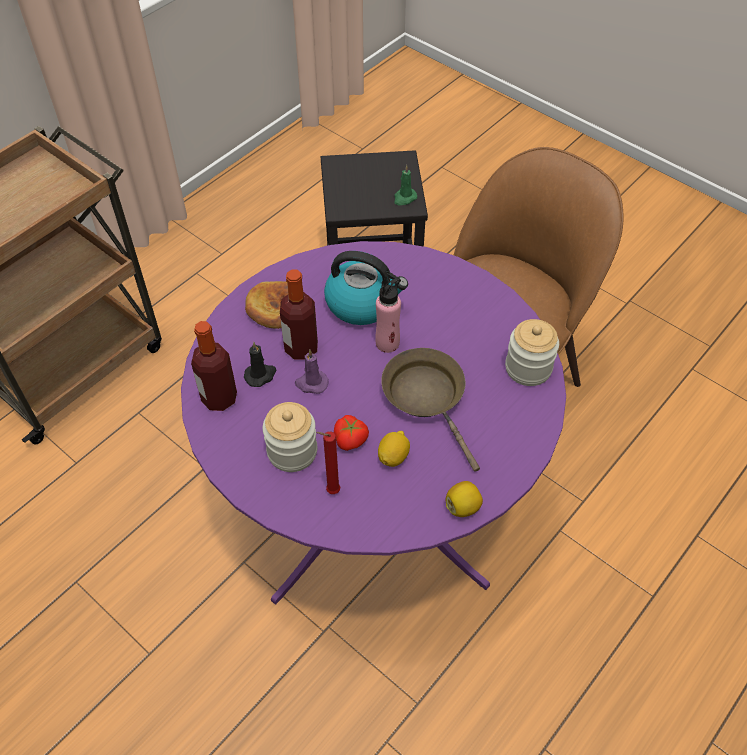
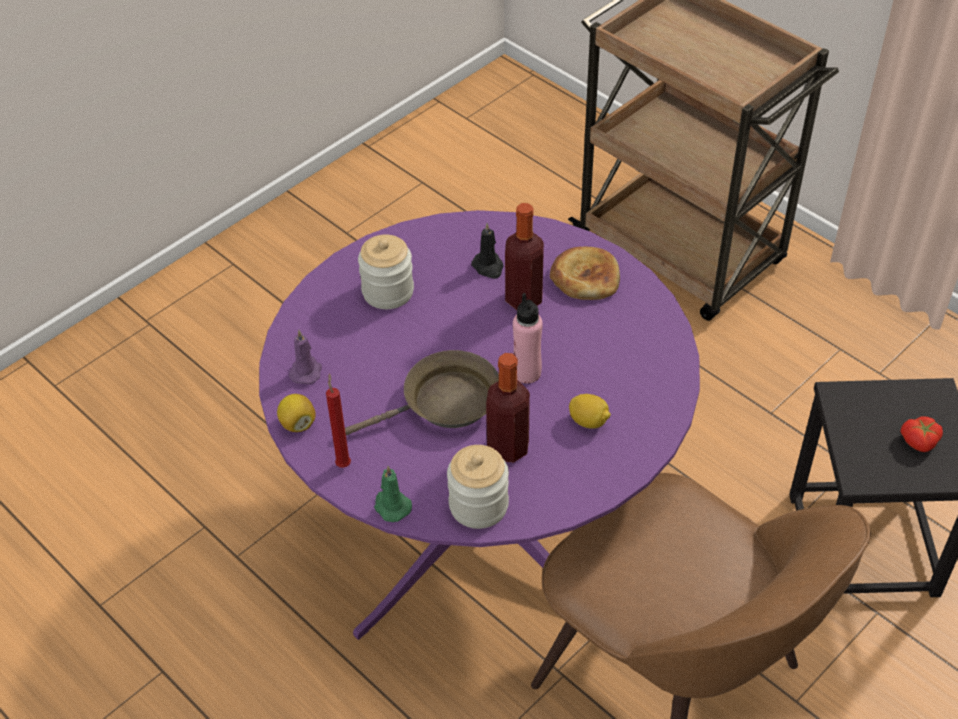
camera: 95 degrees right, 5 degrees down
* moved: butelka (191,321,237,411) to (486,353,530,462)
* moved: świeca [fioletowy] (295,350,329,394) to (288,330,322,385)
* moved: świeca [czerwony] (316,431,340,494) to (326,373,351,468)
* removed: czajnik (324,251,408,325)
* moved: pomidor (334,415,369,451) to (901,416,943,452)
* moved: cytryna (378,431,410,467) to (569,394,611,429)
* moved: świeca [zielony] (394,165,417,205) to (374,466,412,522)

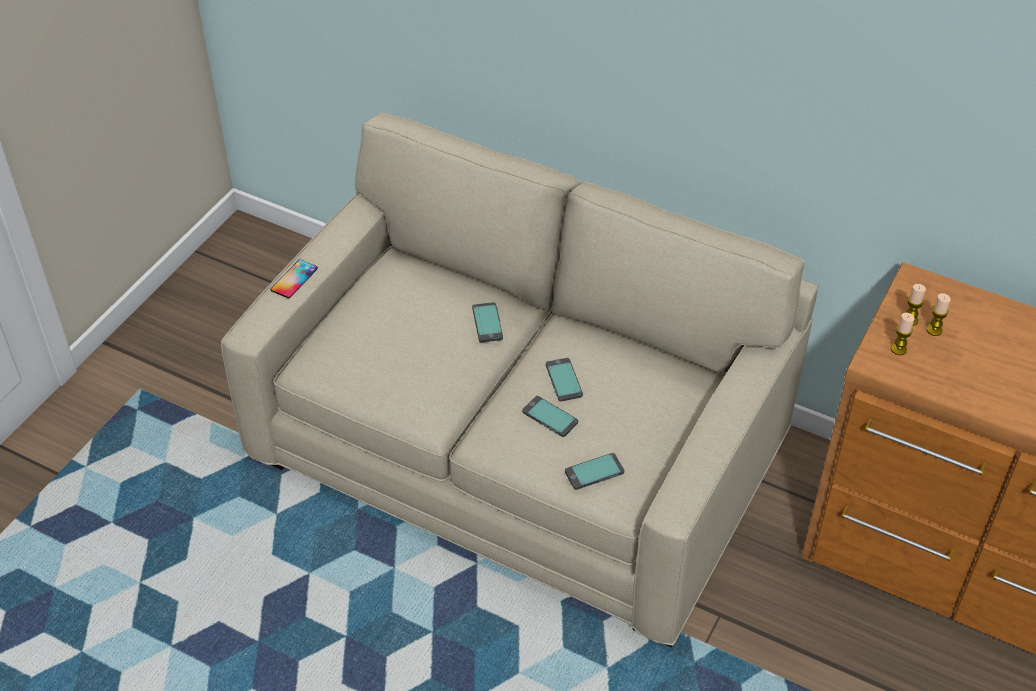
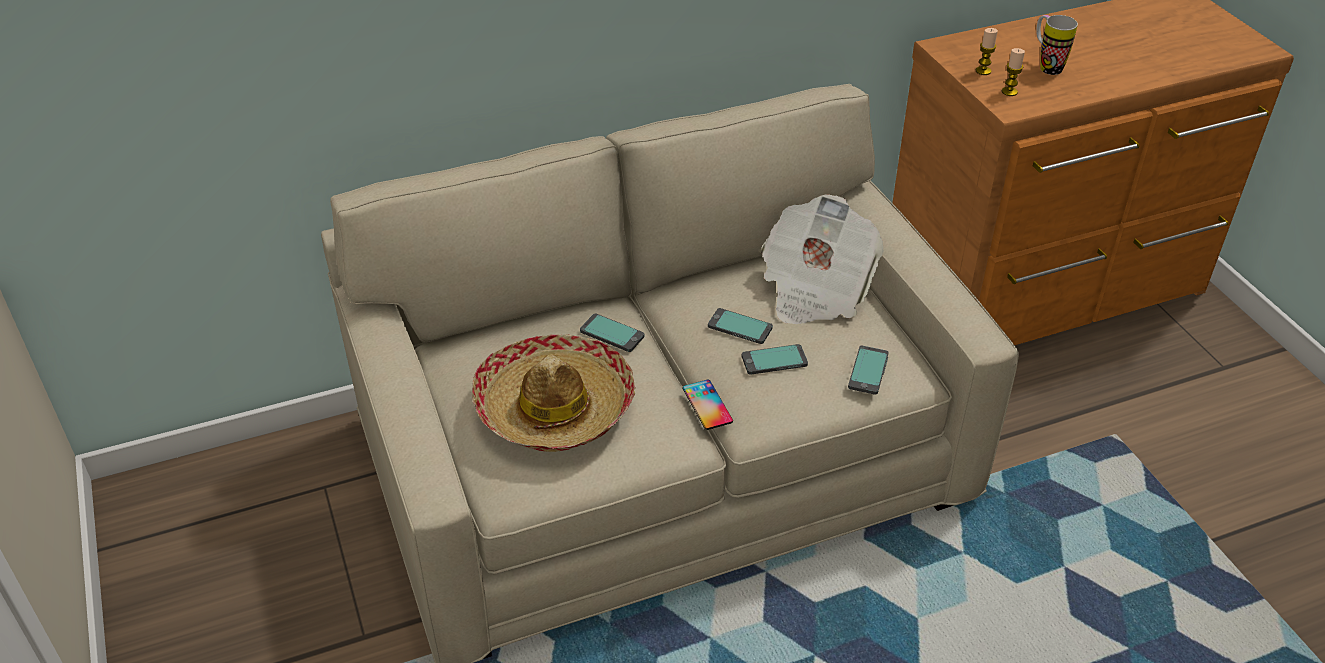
camera: 50 degrees left, 5 degrees down
* moved: telefon (270,259,318,298) to (683,380,733,430)
* removed: świeca (926,293,951,336)
* added: kapelusz (472,334,635,452)
* added: gazeta (761,195,884,324)
* added: kubek (1036,15,1078,75)

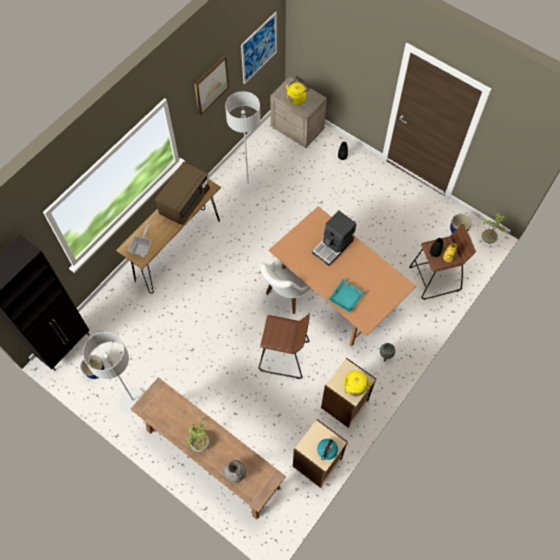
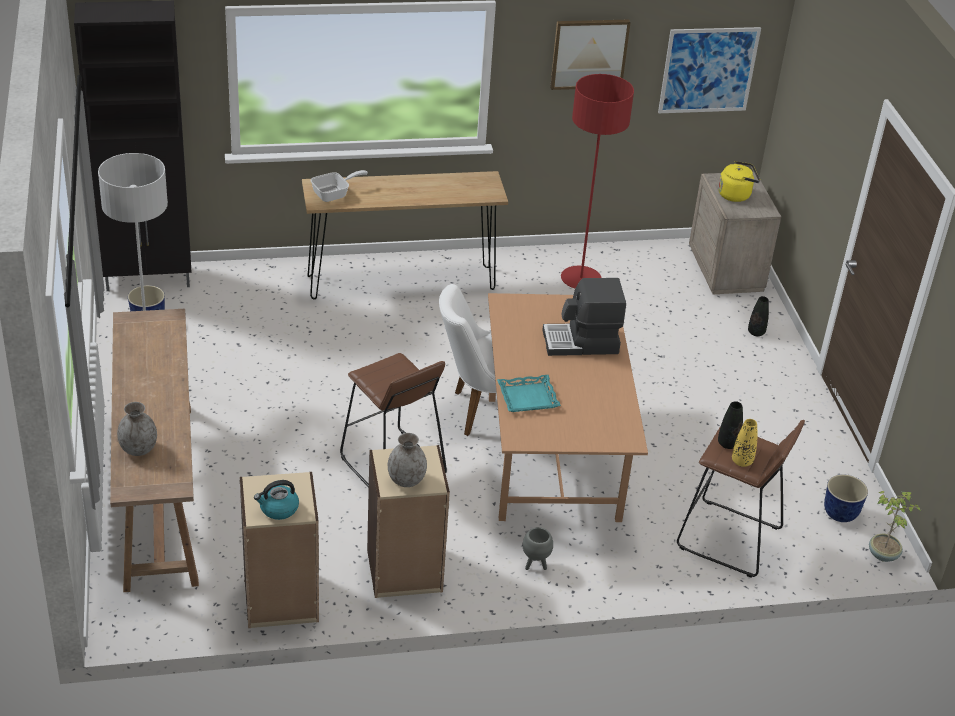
camera: 40 degrees right, 25 degrees down
* removed: mikrofalówka [brązowy] (155,162,210,225)
* removed: roślina doniczkowa (186,418,210,452)
* recoloured: lampa stojąca [szary] (225,91,261,193) to lampa stojąca [czerwony] (561,74,634,288)
* replaced: czajnik [żółty] (344,371,374,396) to wazon [szary] (388,433,427,487)

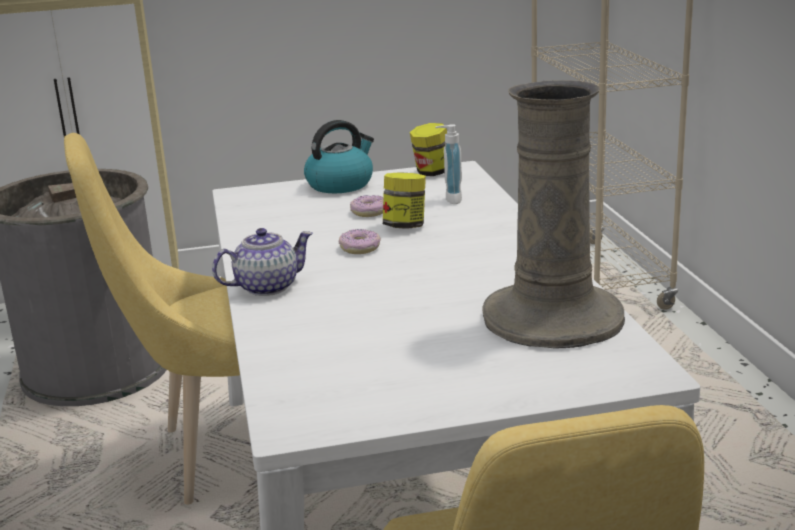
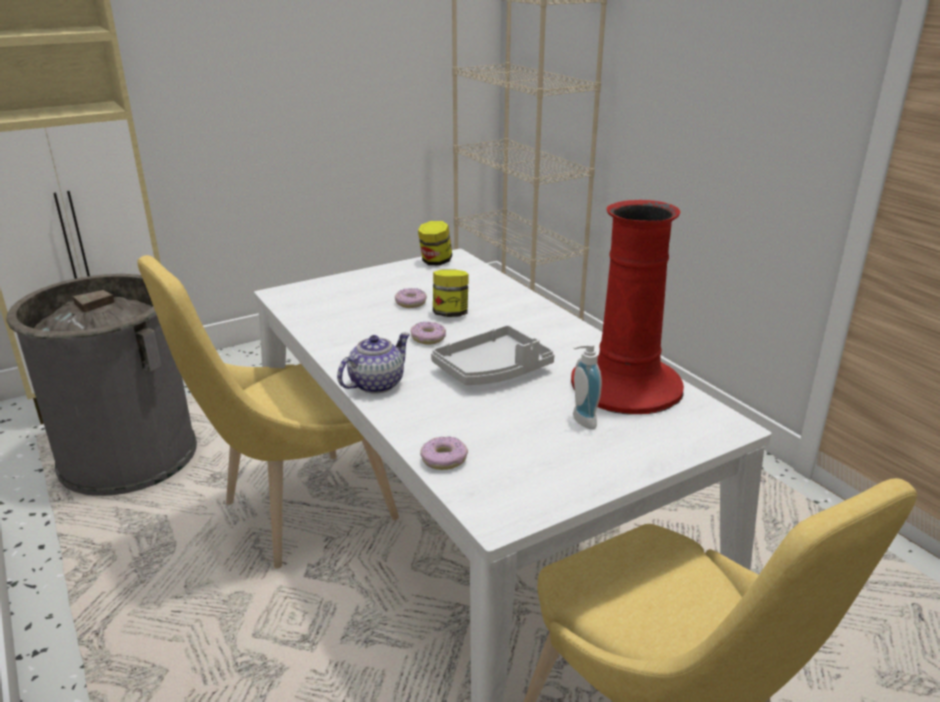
camera: 20 degrees left, 5 degrees up
* removed: czajnik (304,120,374,193)
* moved: dozownik mydła (435,124,462,204) to (573,342,602,429)
* recoloured: wazon [beżowy] (482,80,625,349) to wazon [czerwony] (571,200,684,415)
* added: donut (420,436,468,470)
* added: taca [szary] (431,325,555,385)

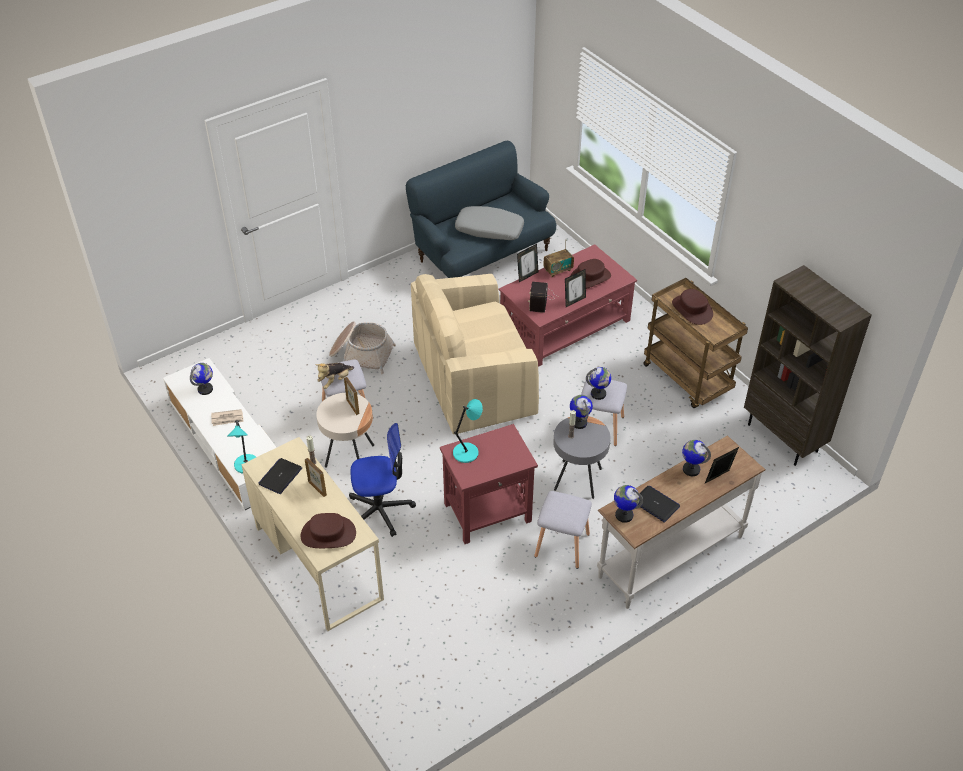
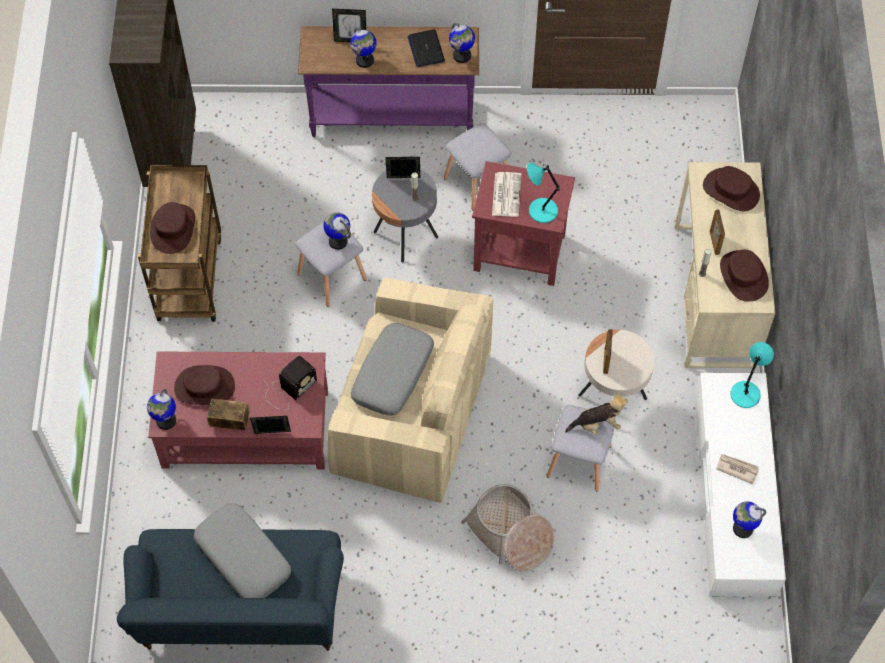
camera: 145 degrees left, 15 degrees up
* replaced: laptop (258,458,302,494) to kapelusz [brązowy] (720,250,769,302)
* removed: krzesło biurowe (349,423,416,537)
* moved: ramka na zdjęcie (565,269,586,307) to (386,157,420,178)
* moved: globus (570,395,593,429) to (147,389,176,430)
* recoloured: stolik konsolowy [biały] (597,436,765,609) to stolik konsolowy [fioletowy] (298,26,479,137)
* added: poduszka [szary] (351,323,434,416)
* added: gazeta (492,172,522,217)

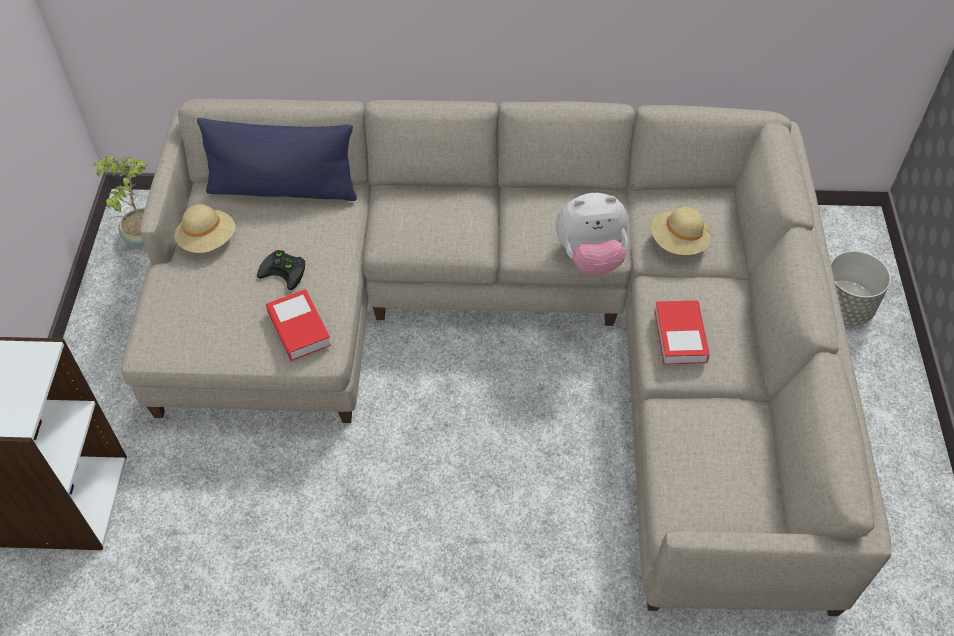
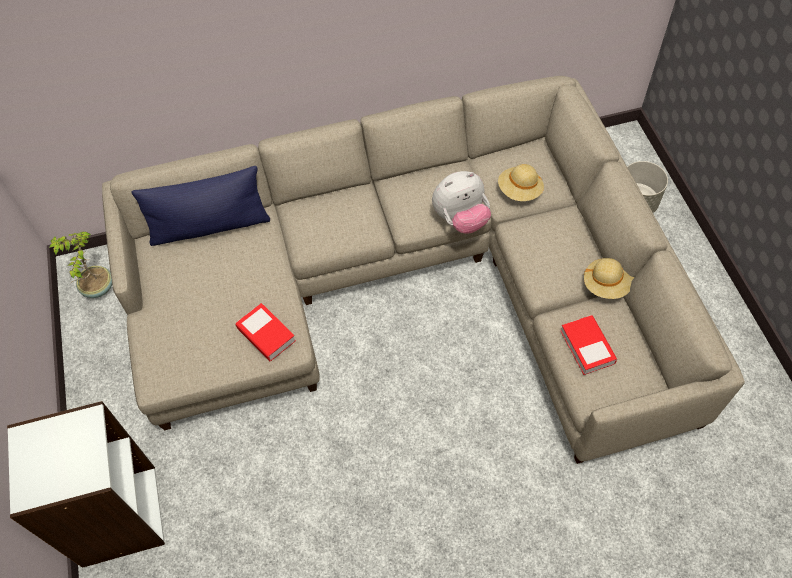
camera: 15 degrees left, 5 degrees up
* moved: kapelusz [beżowy] (174,204,235,253) to (583,258,634,299)
* removed: pad do gier [czarny] (257,250,305,290)
* moved: książka (654,300,710,365) to (560,315,617,375)

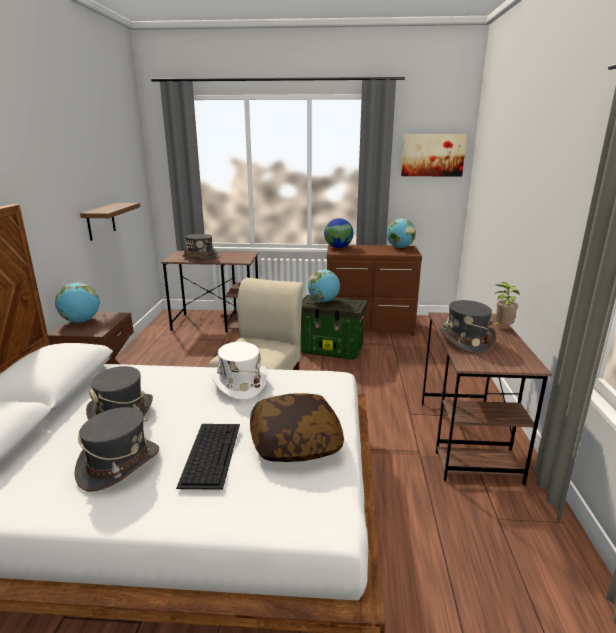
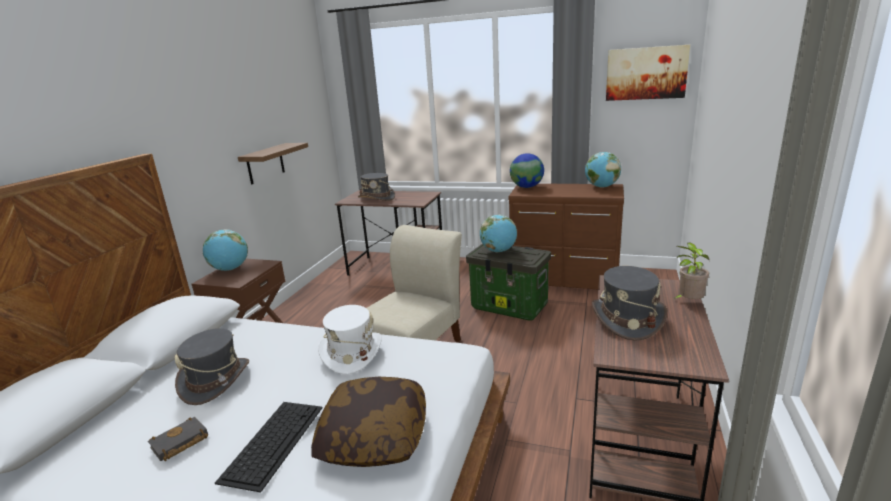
camera: 15 degrees right, 0 degrees up
* replaced: kapelusz [szary] (75,407,159,492) to książka [czarny] (148,417,208,461)

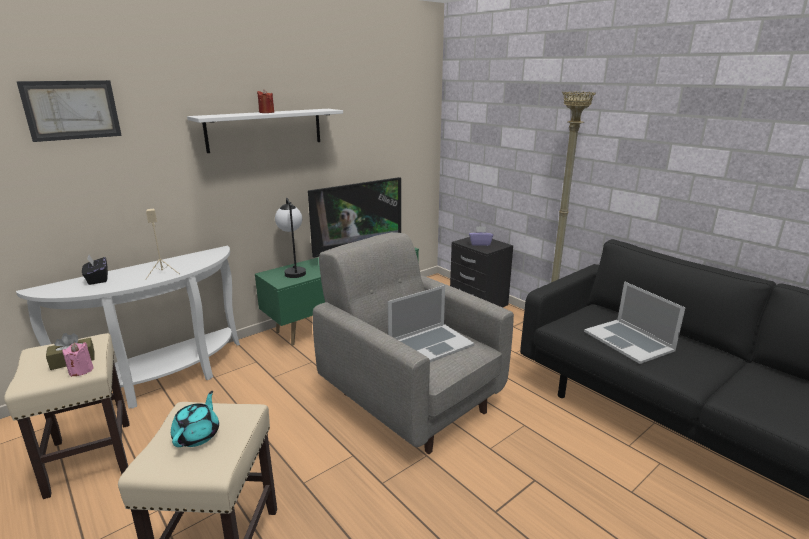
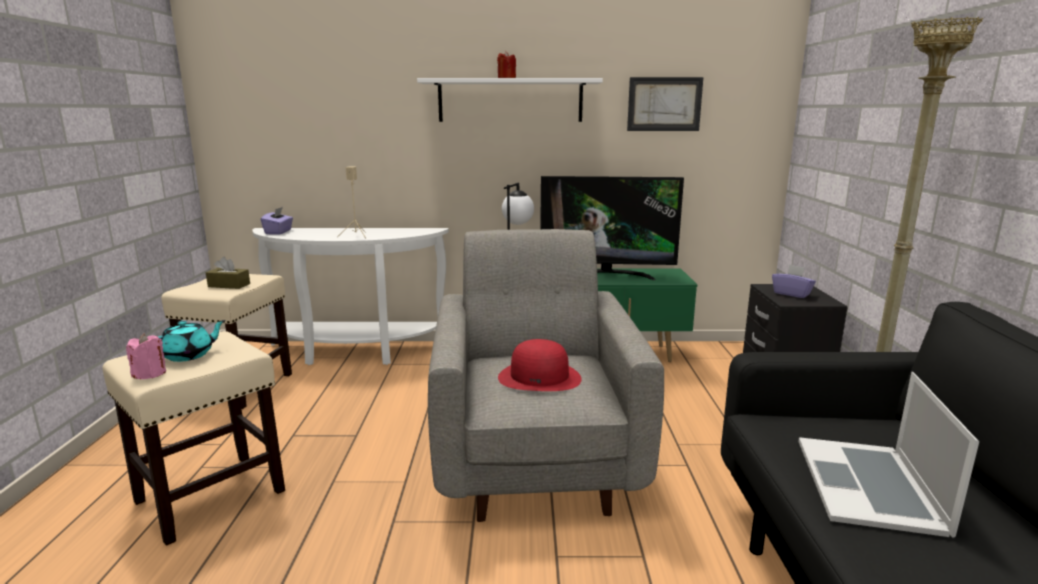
camera: 40 degrees right, 5 degrees down
* moved: obraz (16,80,122,142) to (627,77,703,131)
* moved: świeca [różowy] (62,342,93,377) to (126,333,166,379)
* removed: pudełko chusteczek [czarny] (82,255,108,285)
* replaced: laptop (388,285,474,362) to kapelusz [czerwony] (498,339,582,391)
* added: pudełko chusteczek [fioletowy] (261,207,293,234)

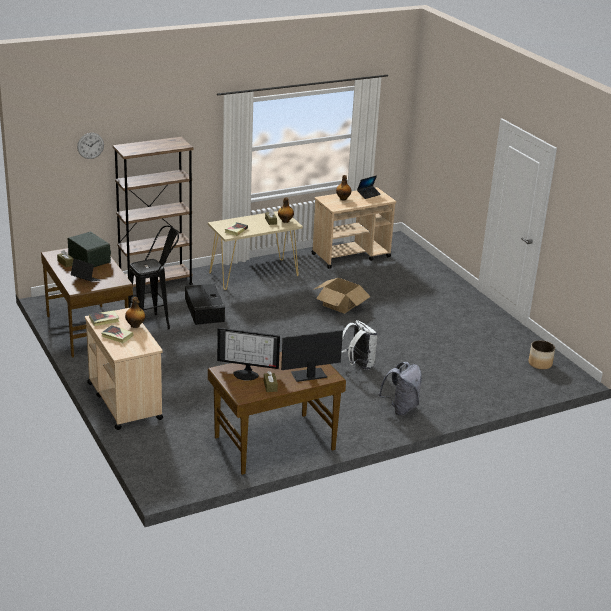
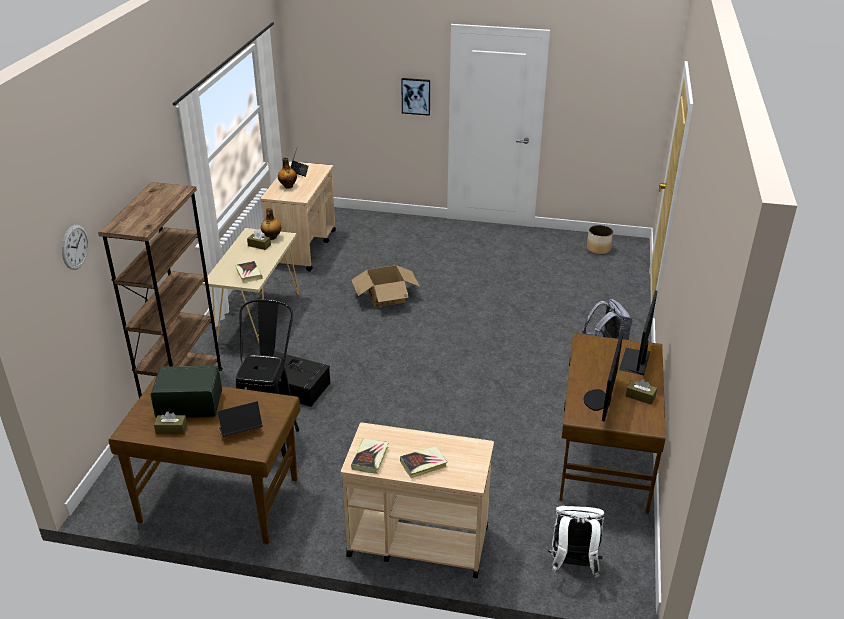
camera: 50 degrees left, 5 degrees up
* removed: butelka (125,297,145,328)
* turned: monitor (217,328,280,380) = (584,332,624,422) 150 degrees clockwise
* moved: plecak [biały] (341,320,378,370) to (548,506,605,577)
* added: obraz (401,78,430,116)

